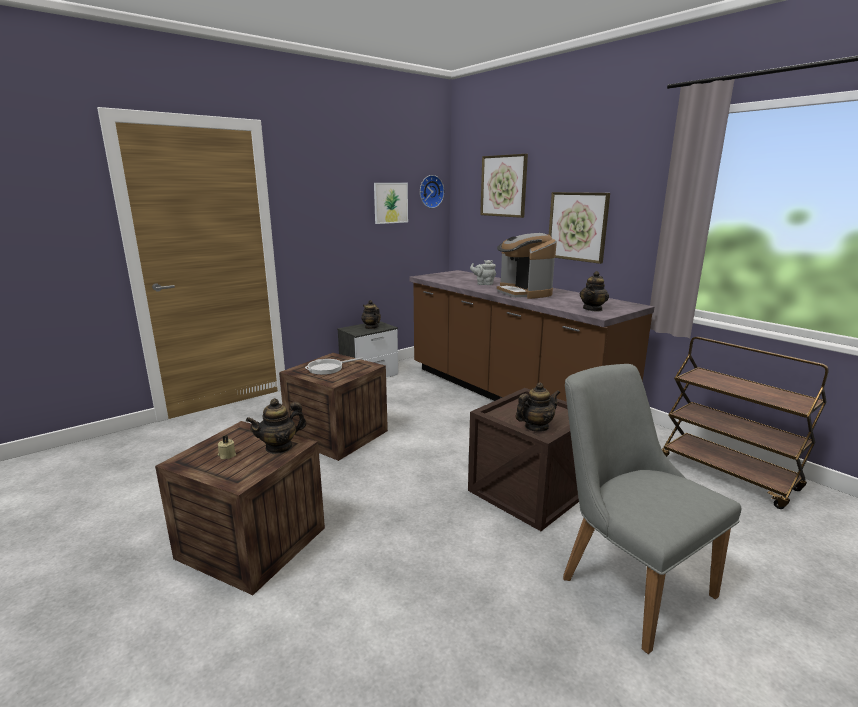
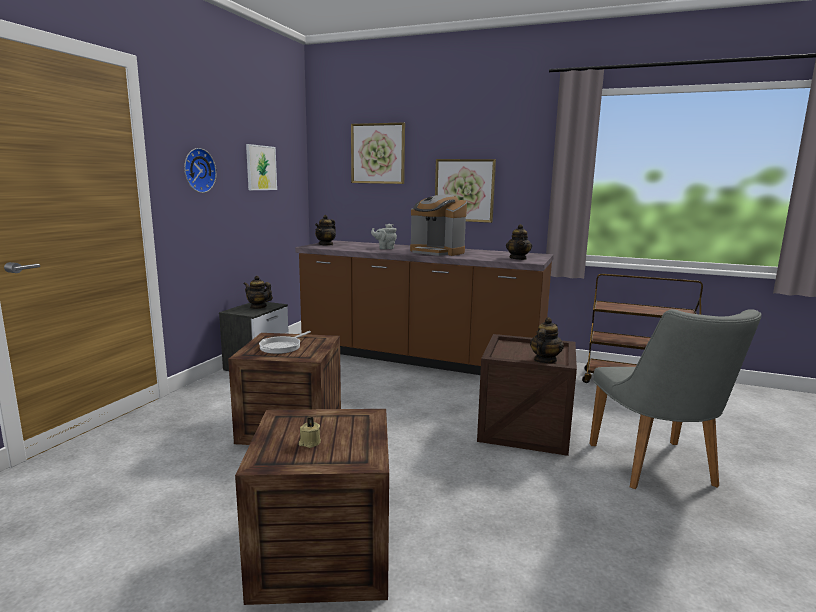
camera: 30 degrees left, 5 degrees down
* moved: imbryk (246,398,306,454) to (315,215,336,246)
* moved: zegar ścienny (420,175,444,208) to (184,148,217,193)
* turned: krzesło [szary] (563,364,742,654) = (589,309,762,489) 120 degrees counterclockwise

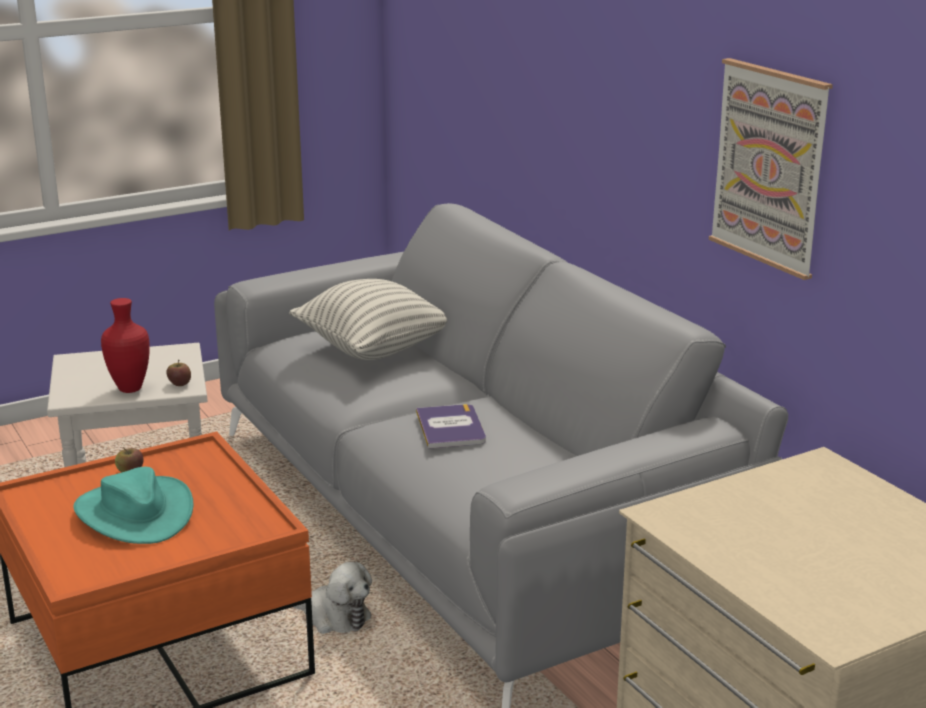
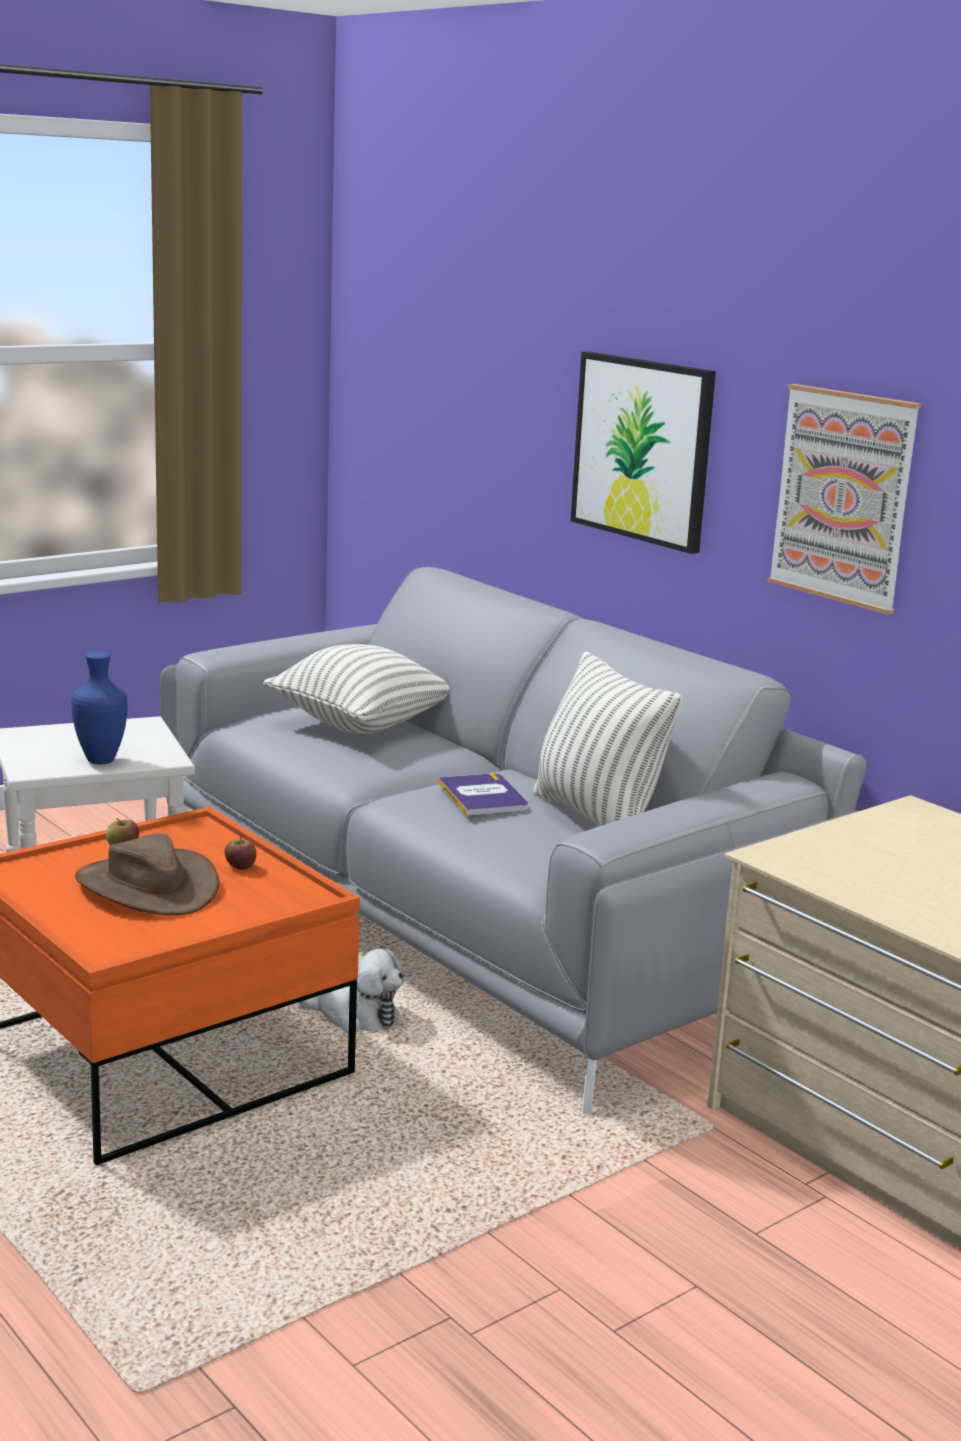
camera: 10 degrees left, 5 degrees down
* recoloured: kapelusz [turkusowy] (73,467,193,544) to kapelusz [brązowy] (75,833,219,915)
* recoloured: wazon [czerwony] (101,298,150,393) to wazon [niebieski] (71,652,128,764)
* moved: jabłko (166,360,191,386) to (225,835,257,870)
* added: poduszka (533,651,682,827)
* added: obraz (571,352,716,554)

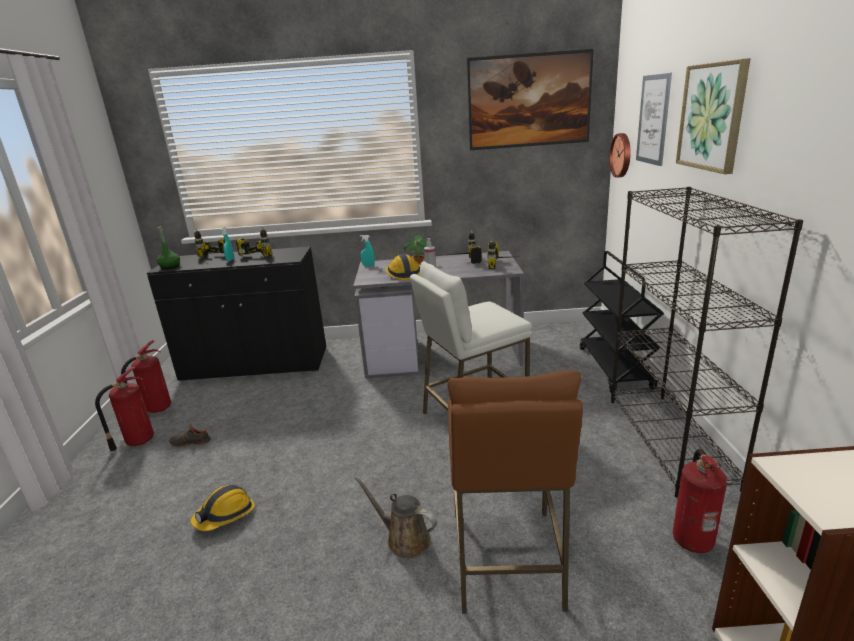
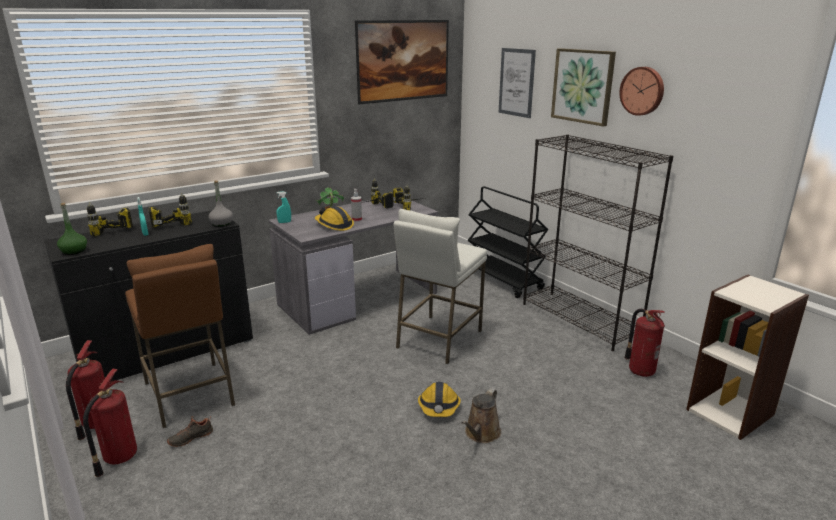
camera: 35 degrees left, 0 degrees up
* moved: kask (190,485,255,531) to (418,382,461,417)
* turned: konewka [brązowy] (354,476,437,558) = (462,388,501,443) 60 degrees counterclockwise
* moved: stołek [brązowy] (448,370,583,613) to (125,244,235,428)
* moved: zegar ścienny (609,133,631,178) to (619,67,664,116)
* added: butelka [szary] (209,181,233,227)

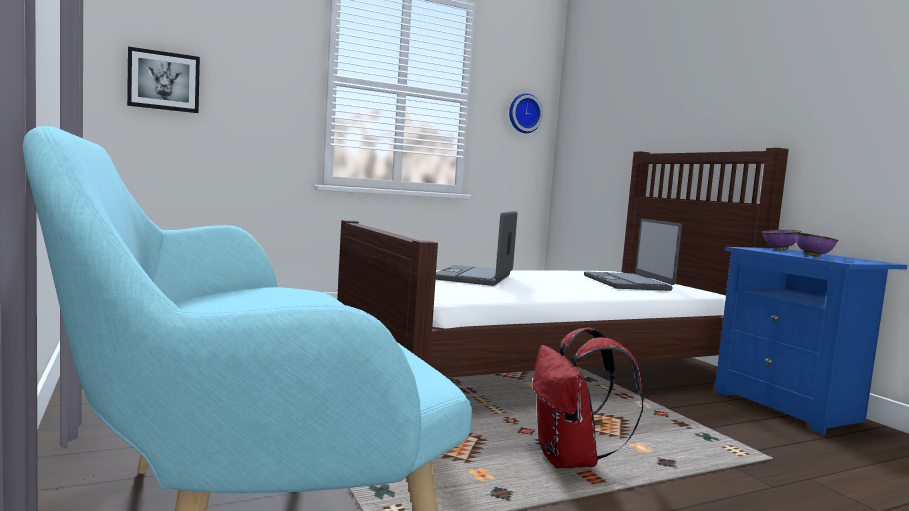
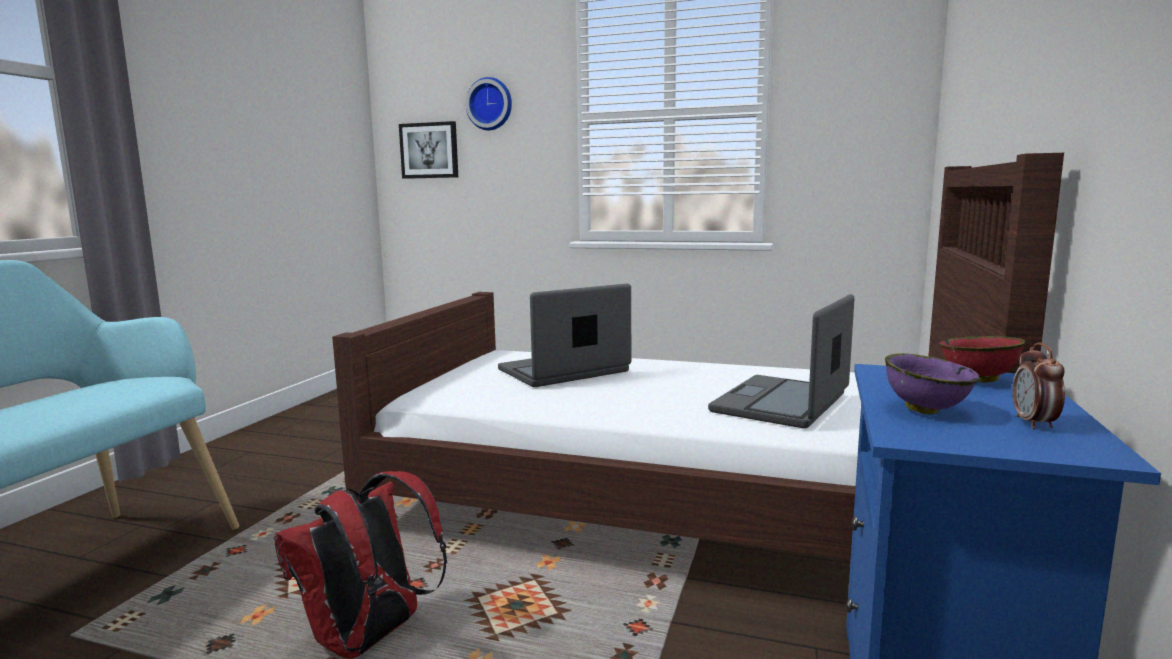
camera: 45 degrees right, 5 degrees up
* moved: zegar ścienny (509,93,543,133) to (466,77,512,130)
* recoloured: miska [fioletowy] (762,230,801,250) to miska [czerwony] (939,336,1025,382)
* added: budzik (1012,342,1065,429)

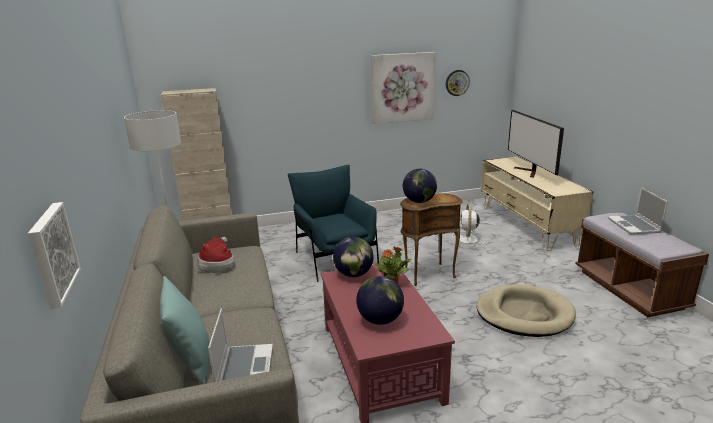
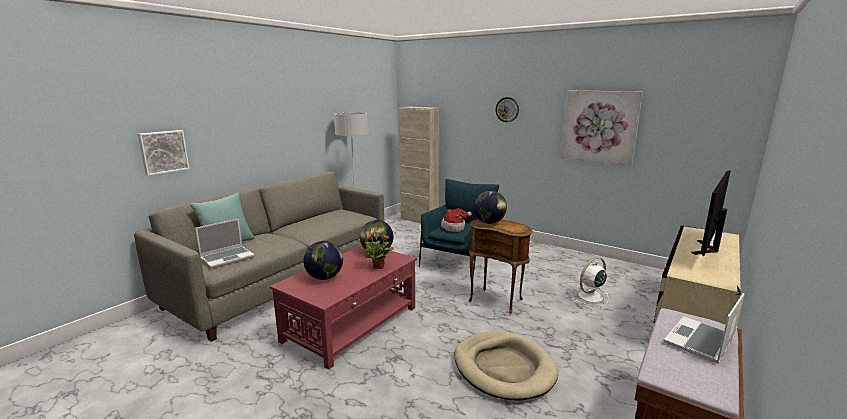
camera: 50 degrees right, 5 degrees down
* moved: kapelusz (198,237,235,273) to (441,208,472,232)
* moved: zegar ścienny (446,70,470,96) to (496,97,519,122)

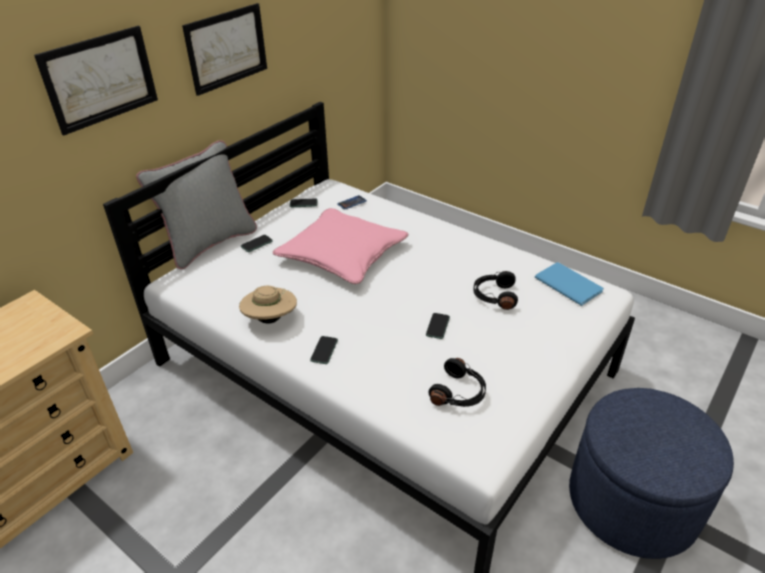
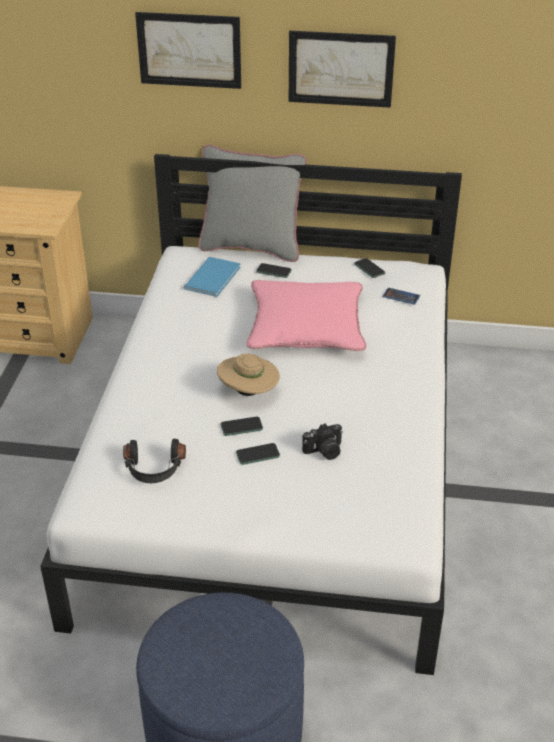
camera: 60 degrees right, 0 degrees up
* moved: kapelusz [beżowy] (239,286,297,324) to (217,354,280,396)
* moved: telefon (310,336,338,364) to (236,443,280,465)
* replaced: słuchawki [czarny] (473,271,518,310) to aparat fotograficzny (302,423,343,460)
* moved: książka [niebieski] (535,262,604,306) to (184,257,241,297)

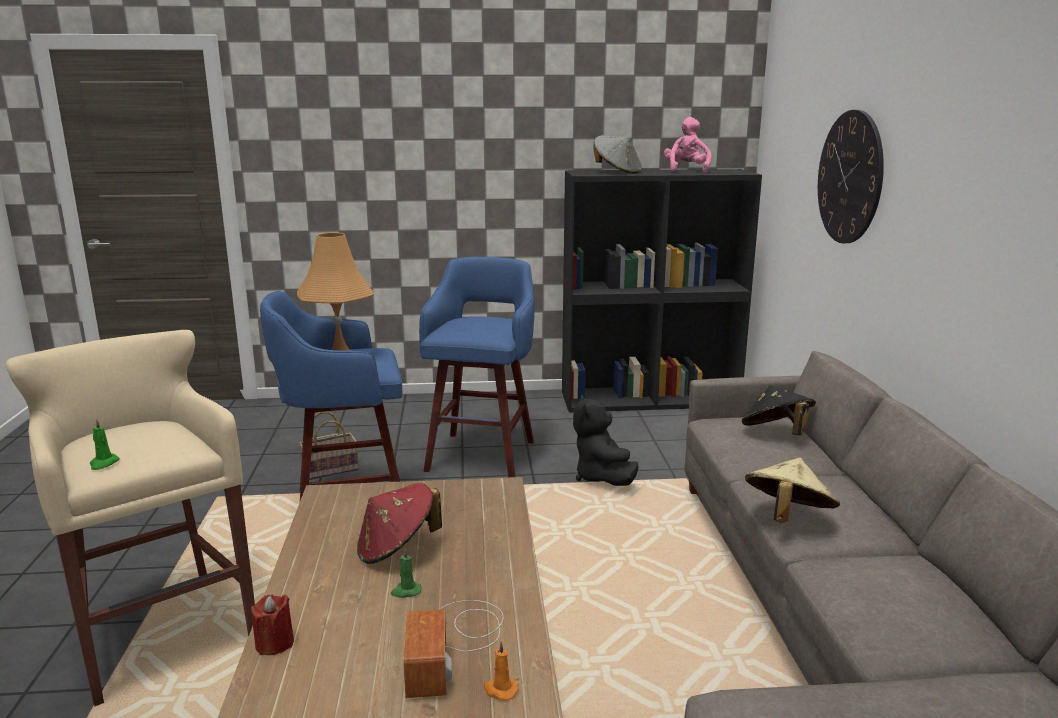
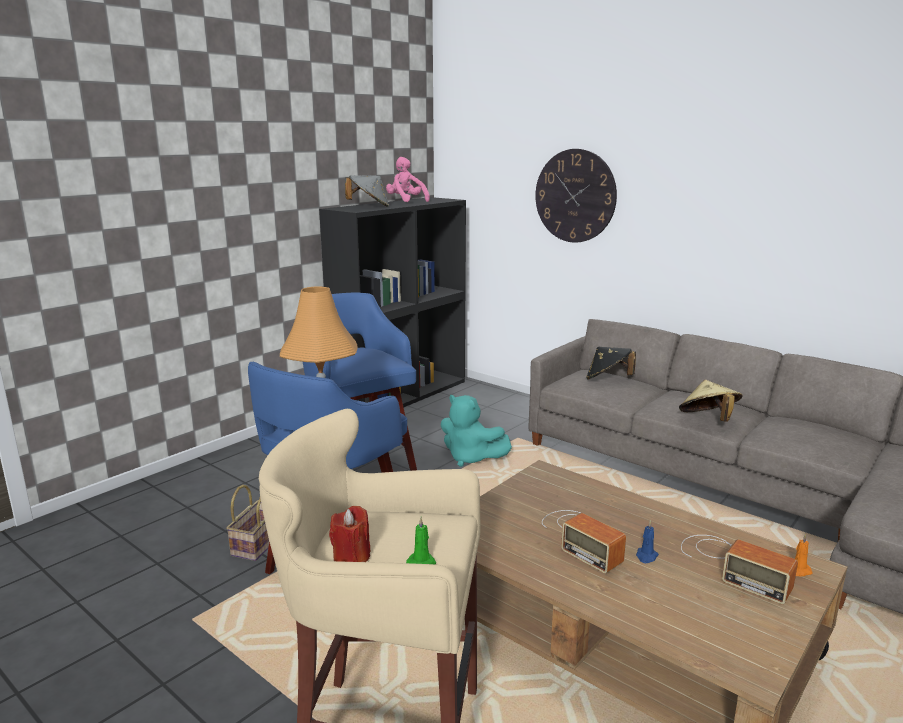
camera: 45 degrees left, 0 degrees up
* moved: świeca [czerwony] (251,594,294,655) to (329,506,370,562)
* replaced: kapelusz [czerwony] (357,483,442,564) to radio (542,510,626,574)
* recoloured: świeca [zielony] (391,549,421,598) to świeca [niebieski] (636,520,659,563)
* recoloured: pluszak [czarny] (573,395,639,486) to pluszak [turkusowy] (441,395,512,467)

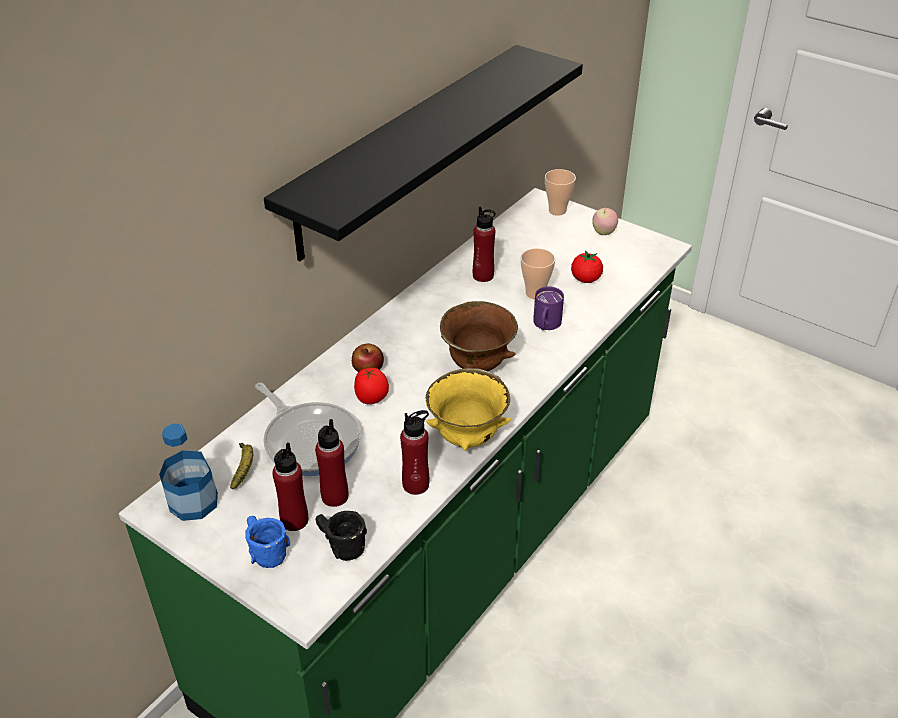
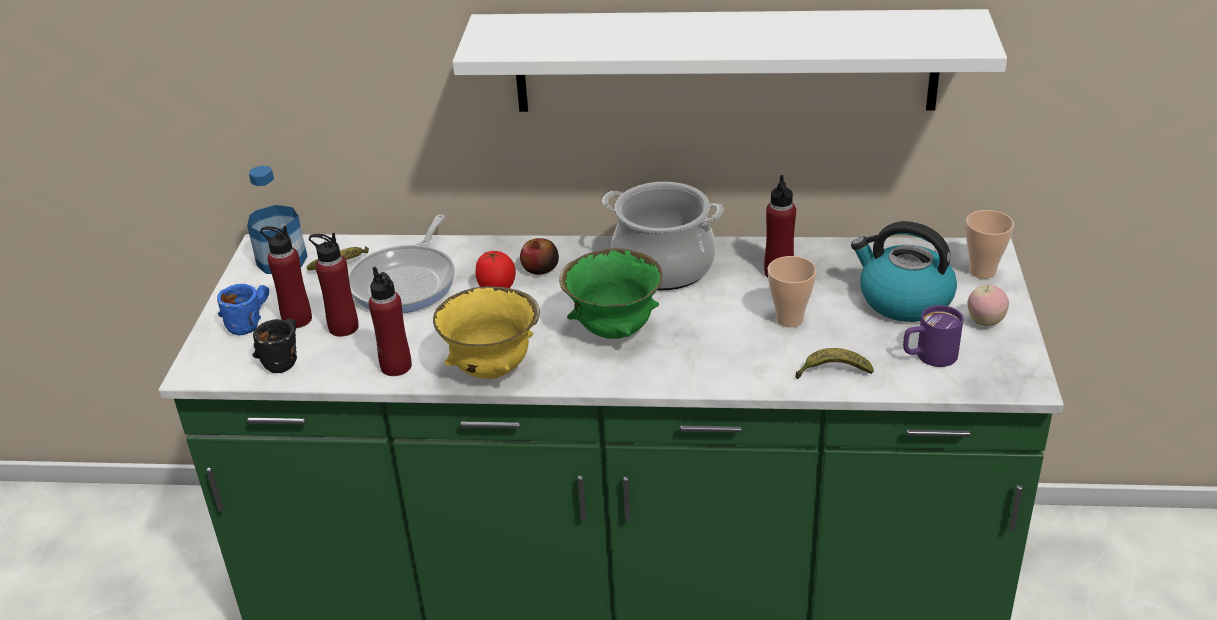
camera: 60 degrees right, 5 degrees down
* recoloured: półka [czarny] (264,45,583,261) to półka [biały] (452,9,1007,112)
* recoloured: miska [brązowy] (440,301,518,371) to miska [zielony] (559,248,663,339)
* moved: kubek [fioletowy] (533,286,564,330) to (903,305,963,367)
* removed: pomidor (571,250,603,283)
* added: garnek (602,182,723,290)
* added: banan (795,348,874,379)
* added: czajnik (851,221,957,322)

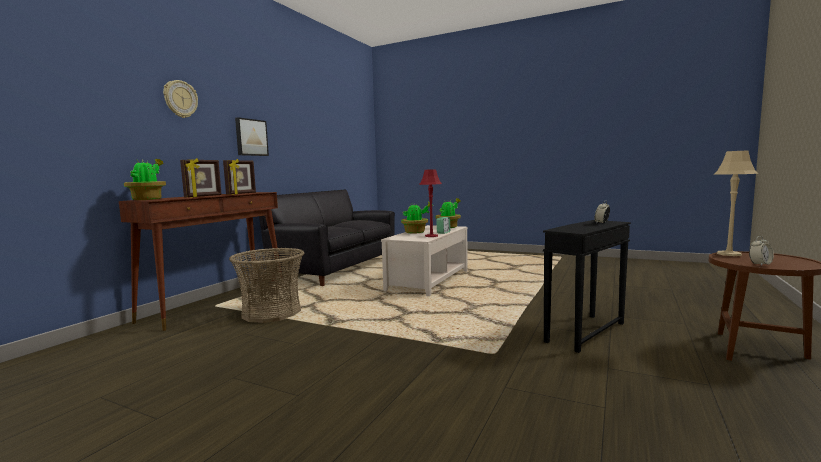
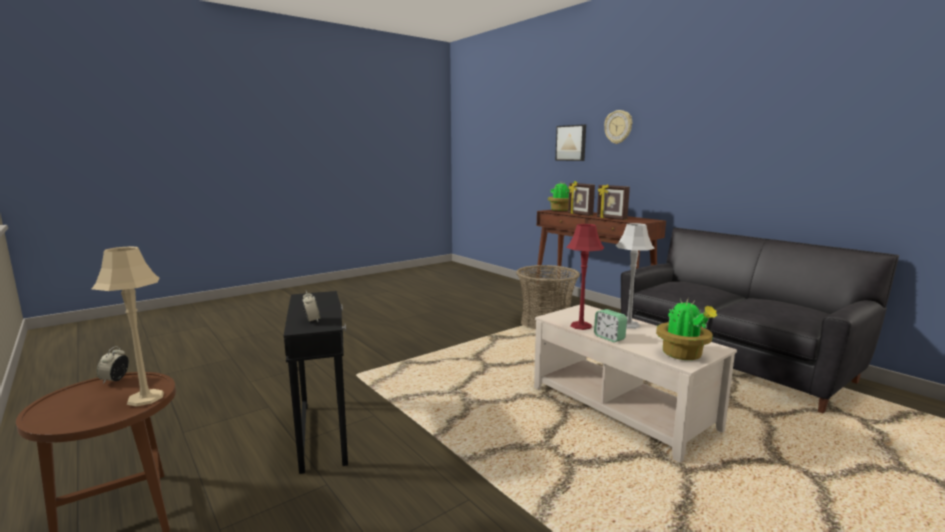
camera: 115 degrees right, 5 degrees up
* moved: obraz (235,117,269,156) to (555,124,586,161)
* replaced: roślina doniczkowa (401,202,433,234) to lampa stołowa [szary] (615,223,655,329)

